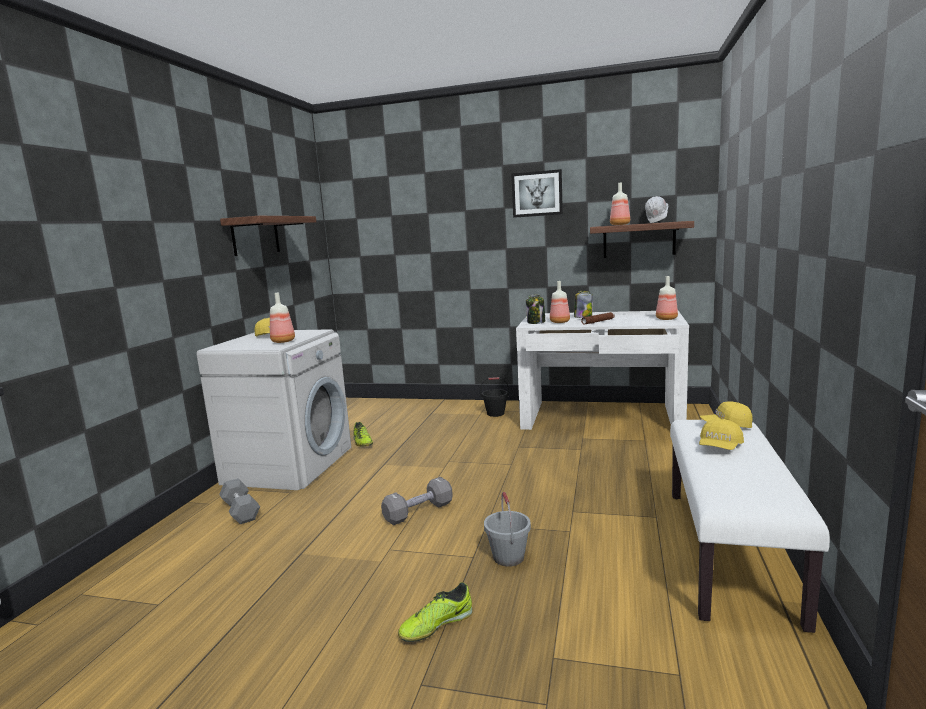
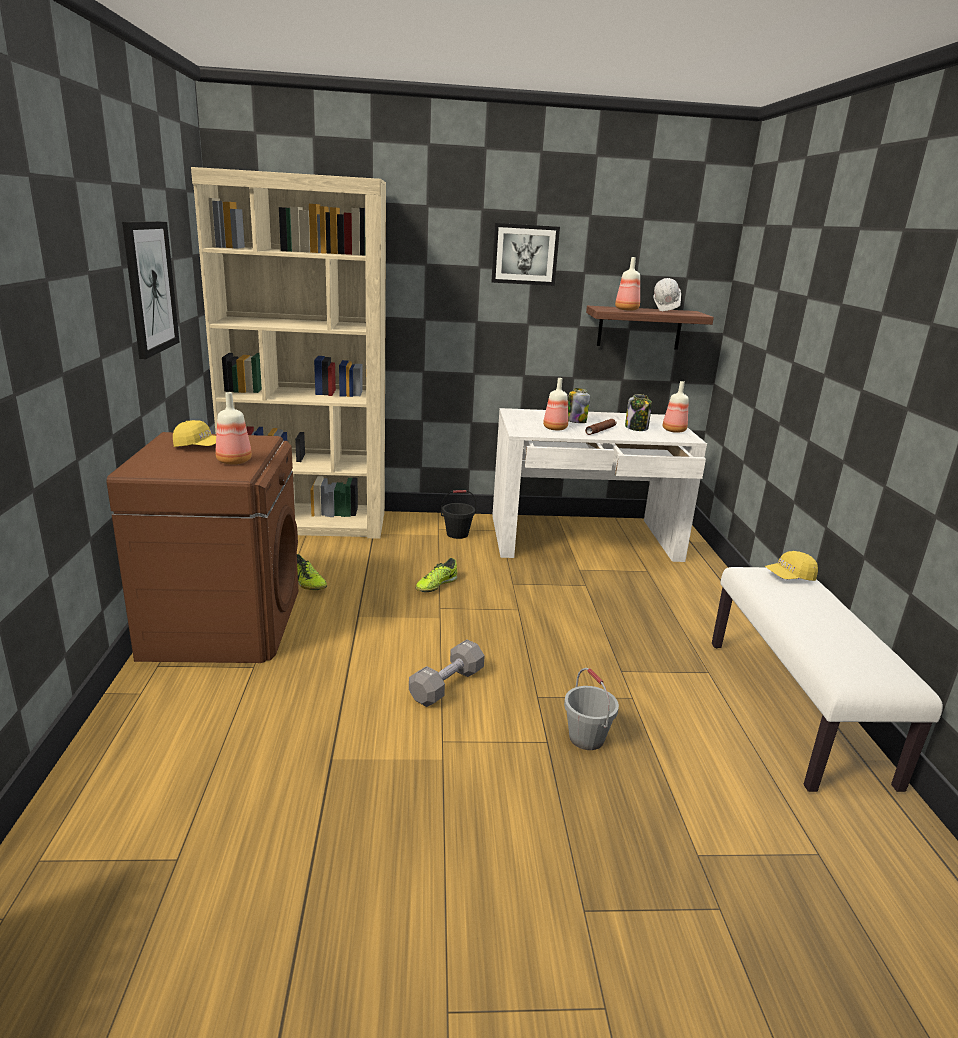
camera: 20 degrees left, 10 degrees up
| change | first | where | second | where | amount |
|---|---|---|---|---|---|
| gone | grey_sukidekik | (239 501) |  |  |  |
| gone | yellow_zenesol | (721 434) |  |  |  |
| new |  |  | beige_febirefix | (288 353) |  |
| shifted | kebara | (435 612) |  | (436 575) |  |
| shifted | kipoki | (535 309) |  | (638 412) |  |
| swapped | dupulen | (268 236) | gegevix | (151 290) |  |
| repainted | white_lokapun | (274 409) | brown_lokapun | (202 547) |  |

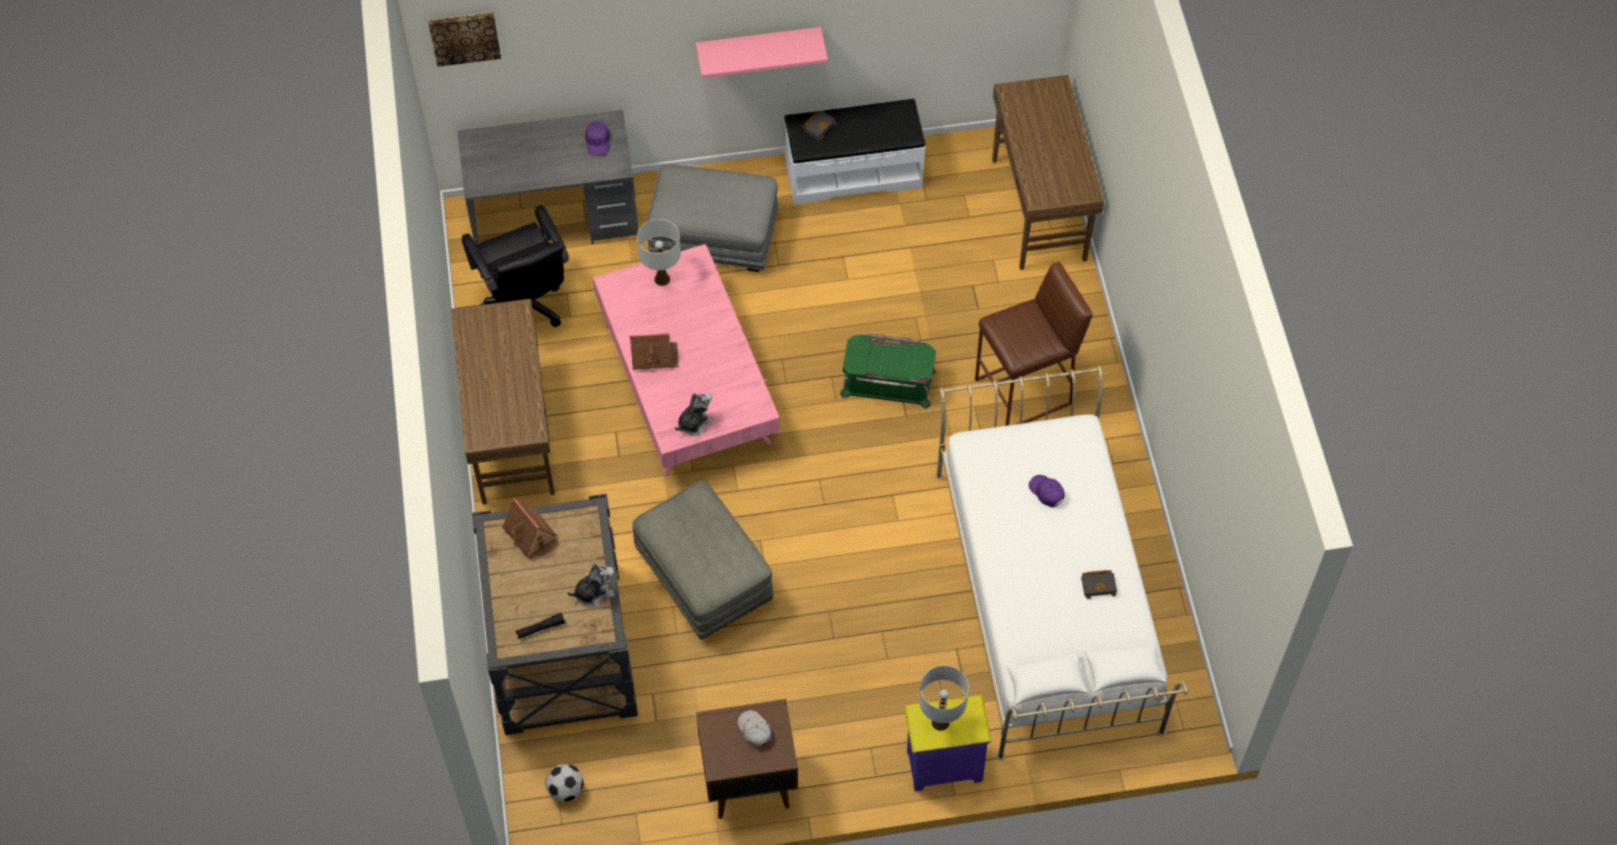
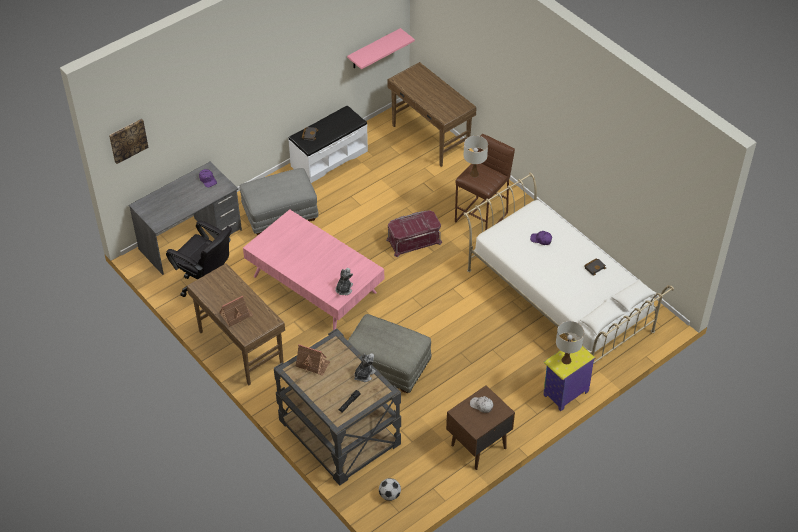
camera: 30 degrees left, 10 degrees down
| change | first | where | second | where | amount |
|---|---|---|---|---|---|
| shifted | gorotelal | (654 352) |  | (236 311) |  |
| shifted | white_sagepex | (659 252) |  | (475 156) |  |
| shifted | pink_dupulen | (762 52) |  | (381 48) |  |
| repainted | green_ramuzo | (888 371) | red_ramuzo | (414 233) |  |

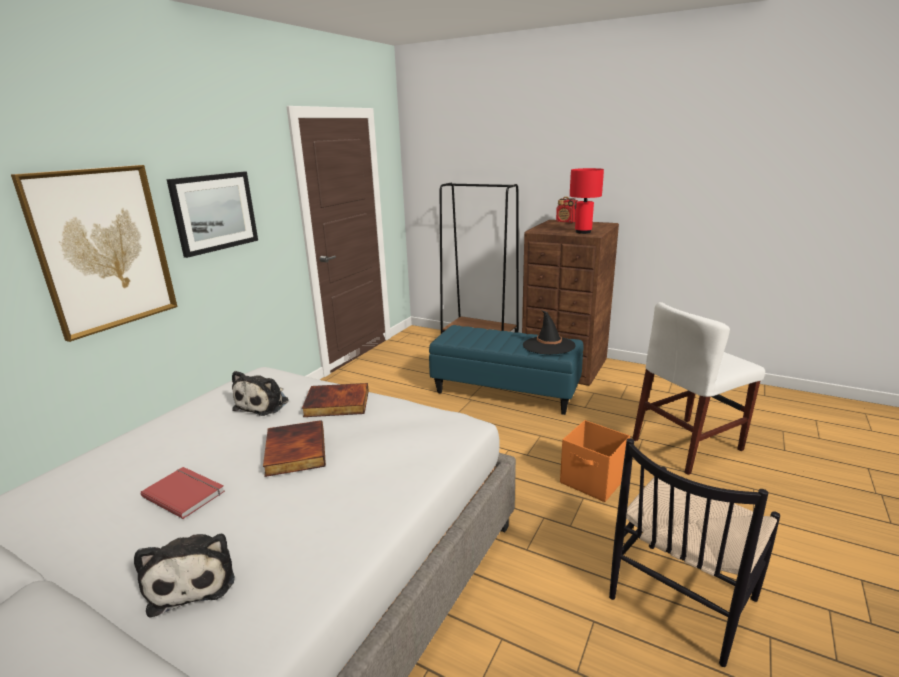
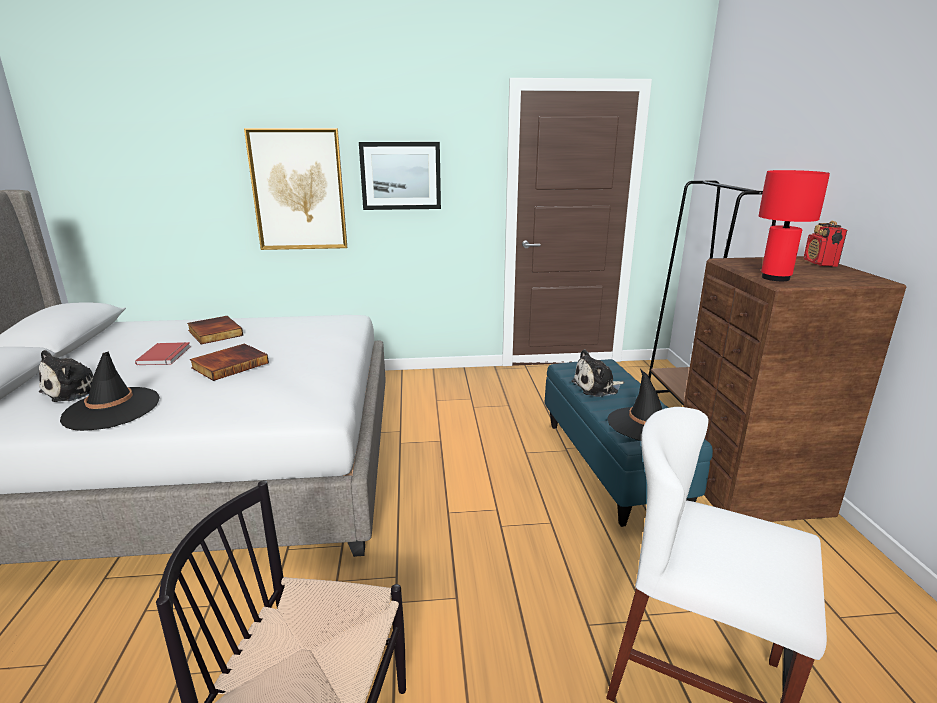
camera: 55 degrees right, 0 degrees up
| change | first | where | second | where | amount |
|---|---|---|---|---|---|
| gone | orange_ramuzo | (595 461) |  |  |  |
| new |  |  | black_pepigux | (110 391) |  |
| shifted | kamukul | (260 393) |  | (598 373) |  |
| shifted | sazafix | (335 400) |  | (215 330) |  |

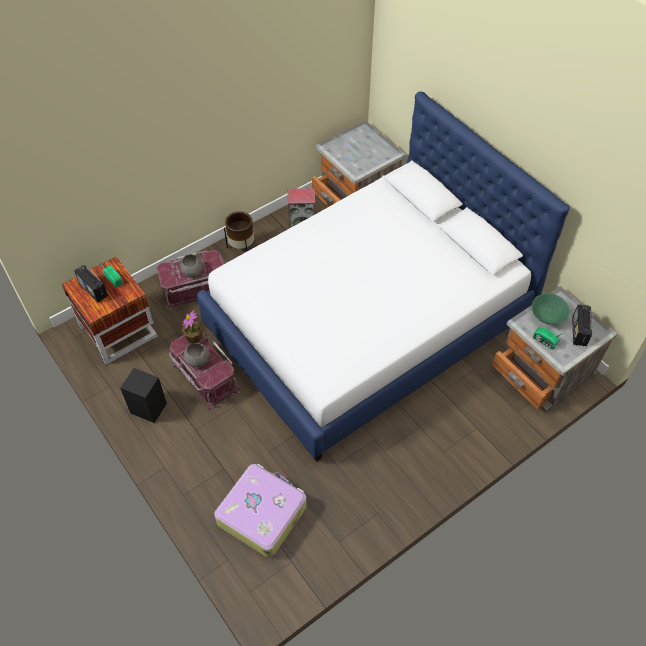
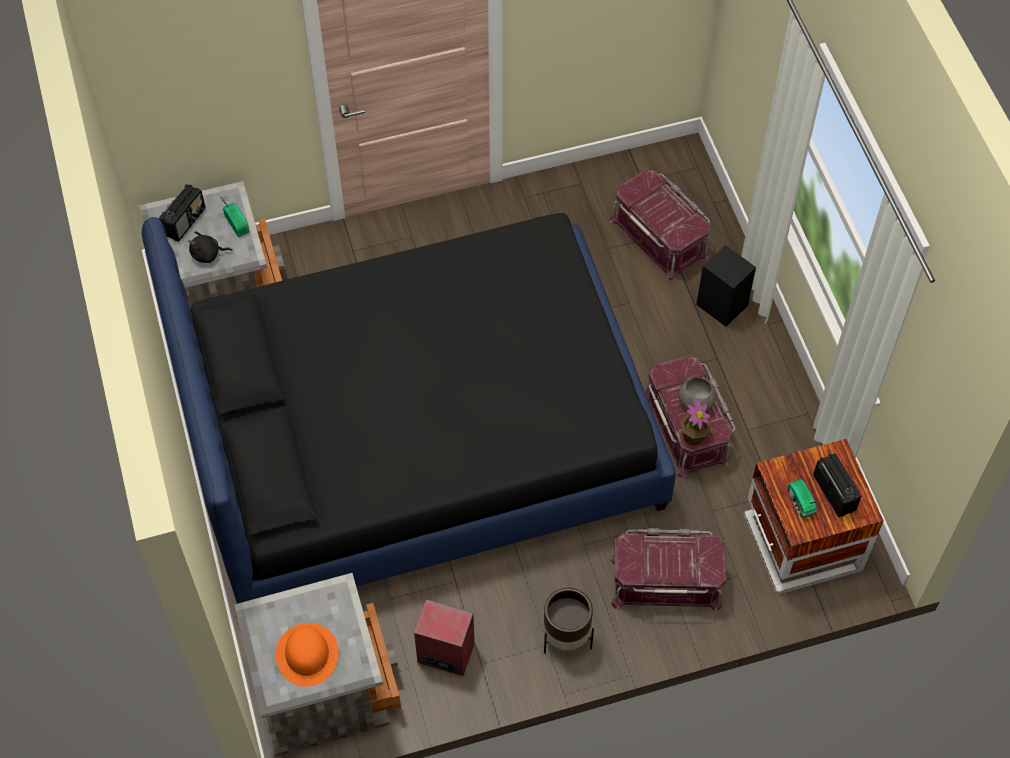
camera: 160 degrees left, 5 degrees up
| change | first | where | second | where | amount |
|---|---|---|---|---|---|
| gone | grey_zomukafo | (191 265) |  |  |  |
| new |  |  | orange_pepigux | (307 655) |  |
| shifted | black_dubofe | (143 395) |  | (726 286) |  |
| swapped | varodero | (260 510) | red_ramuzo | (660 226) |  |
| swapped | green_zomukafo | (551 308) | black_kamukul | (210 247) |  |
| repainted | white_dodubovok | (383 277) | black_dodubovok | (409 408) |  |

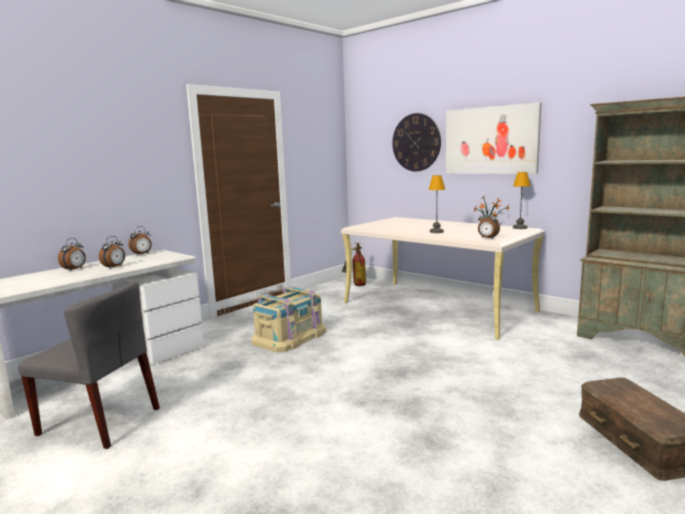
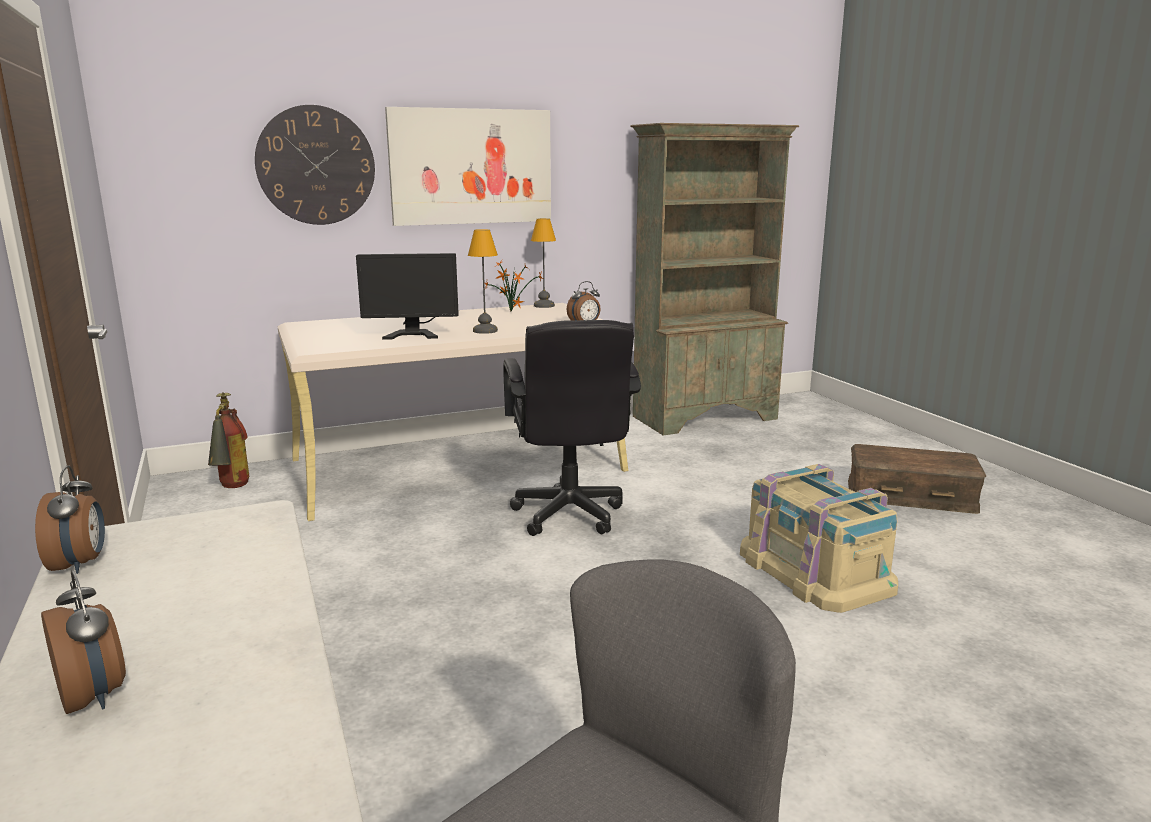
camera: 65 degrees left, 5 degrees up
| change | first | where | second | where | amount |
|---|---|---|---|---|---|
| gone | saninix | (112 252) |  |  |  |
| new |  |  | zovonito | (407 296) |  |
| new |  |  | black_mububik | (572 428) |  |
| shifted | beige_ramuzo | (288 319) |  | (819 538) |  |

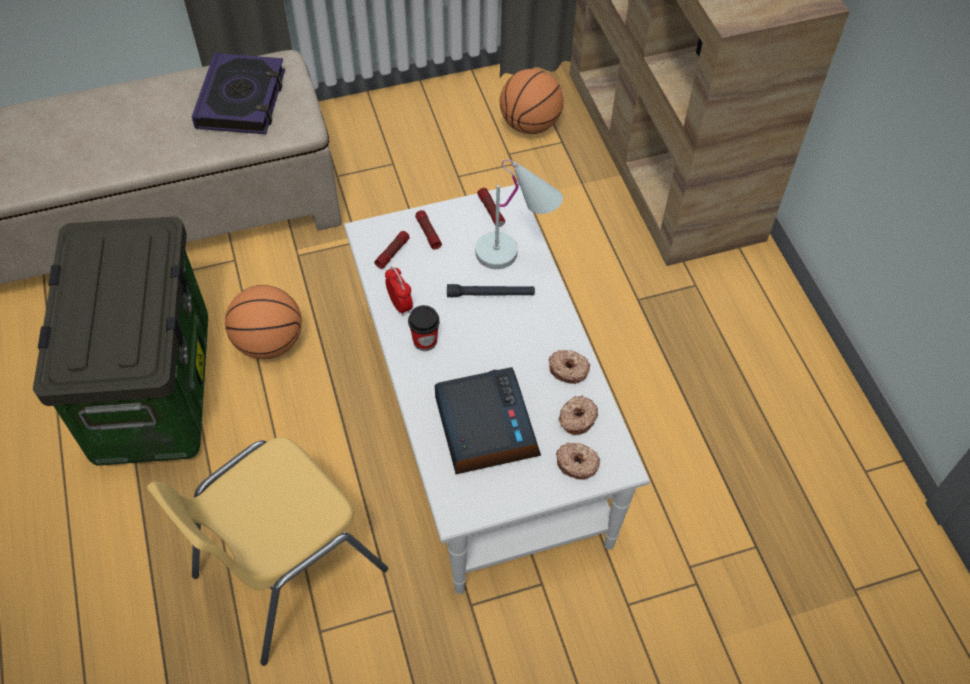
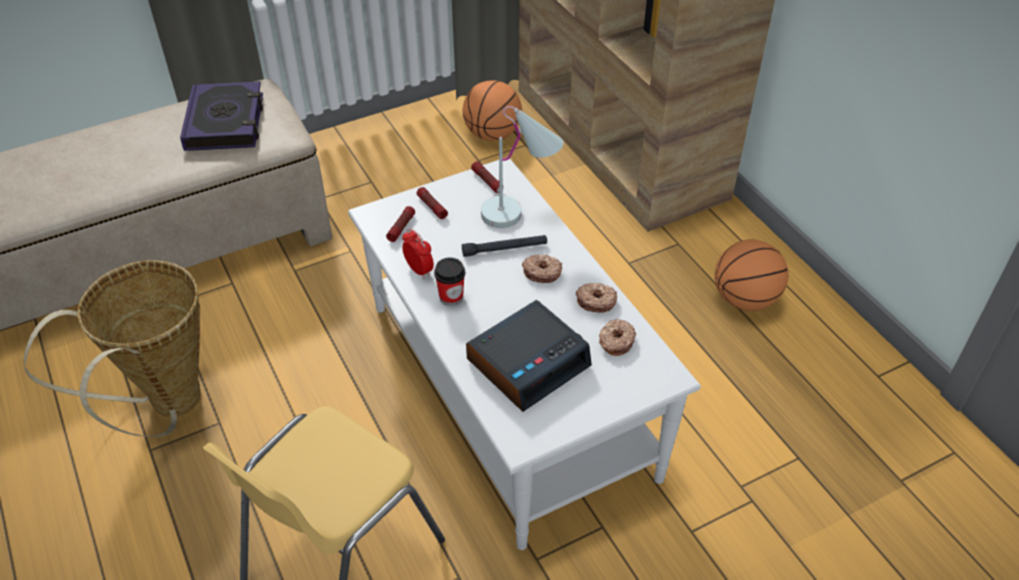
camera: 10 degrees left, 10 degrees down
| change | first | where | second | where | amount |
|---|---|---|---|---|---|
| shifted | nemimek | (263 322) |  | (751 275) |  |
| shifted | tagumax | (578 461) |  | (542 269) |  |
| swapped | ramuzo | (120 341) | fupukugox | (112 348) |  |
| rotated | saninix | (488 420) |  | (529 356) | 75 degrees clockwise |

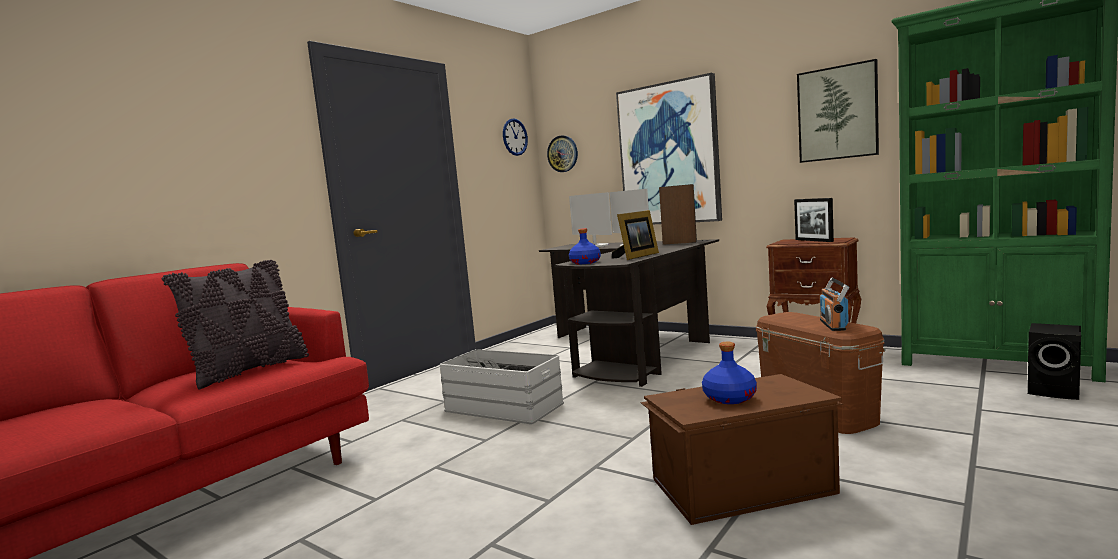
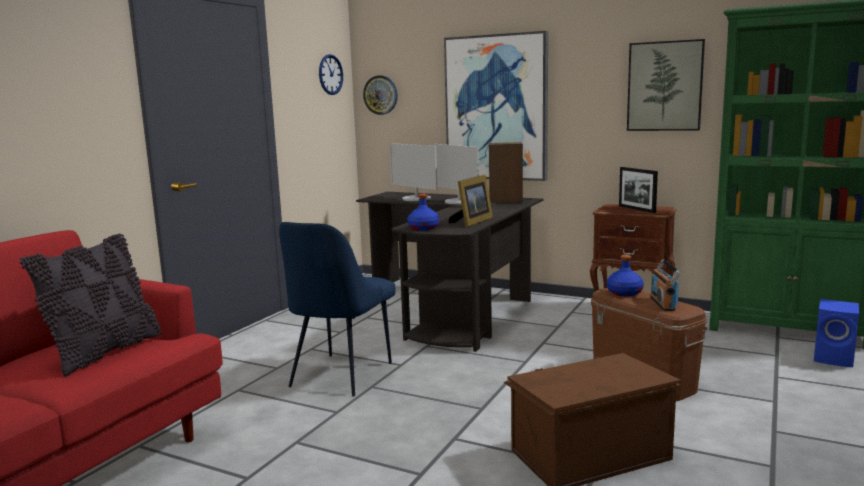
camera: 10 degrees left, 5 degrees up
| change | first | where | second | where | amount |
|---|---|---|---|---|---|
| shifted | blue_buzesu | (729 373) |  | (625 275) |  |
| swapped | grey_ramuzo | (502 386) | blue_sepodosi | (337 309) |  |
| repainted | black_dubofe | (1054 361) | blue_dubofe | (836 333) |  |

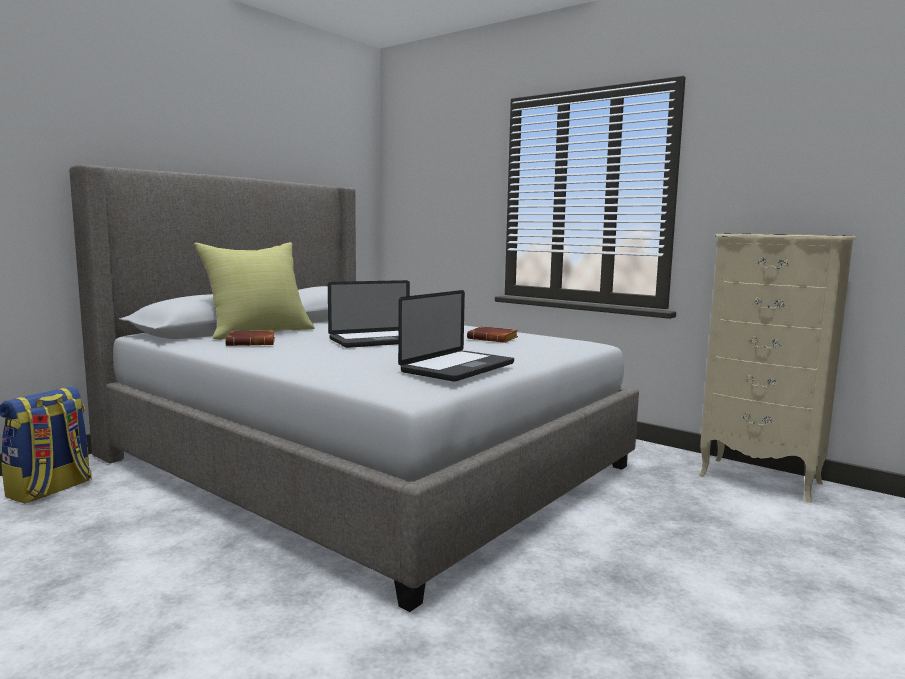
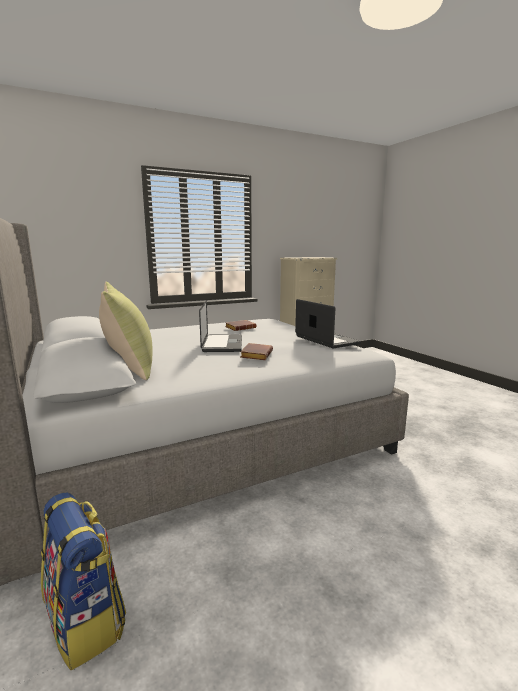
camera: 65 degrees left, 5 degrees up
| change | first | where | second | where | amount |
|---|---|---|---|---|---|
| shifted | brown_sazafix | (250 338) |  | (256 351) |  |

